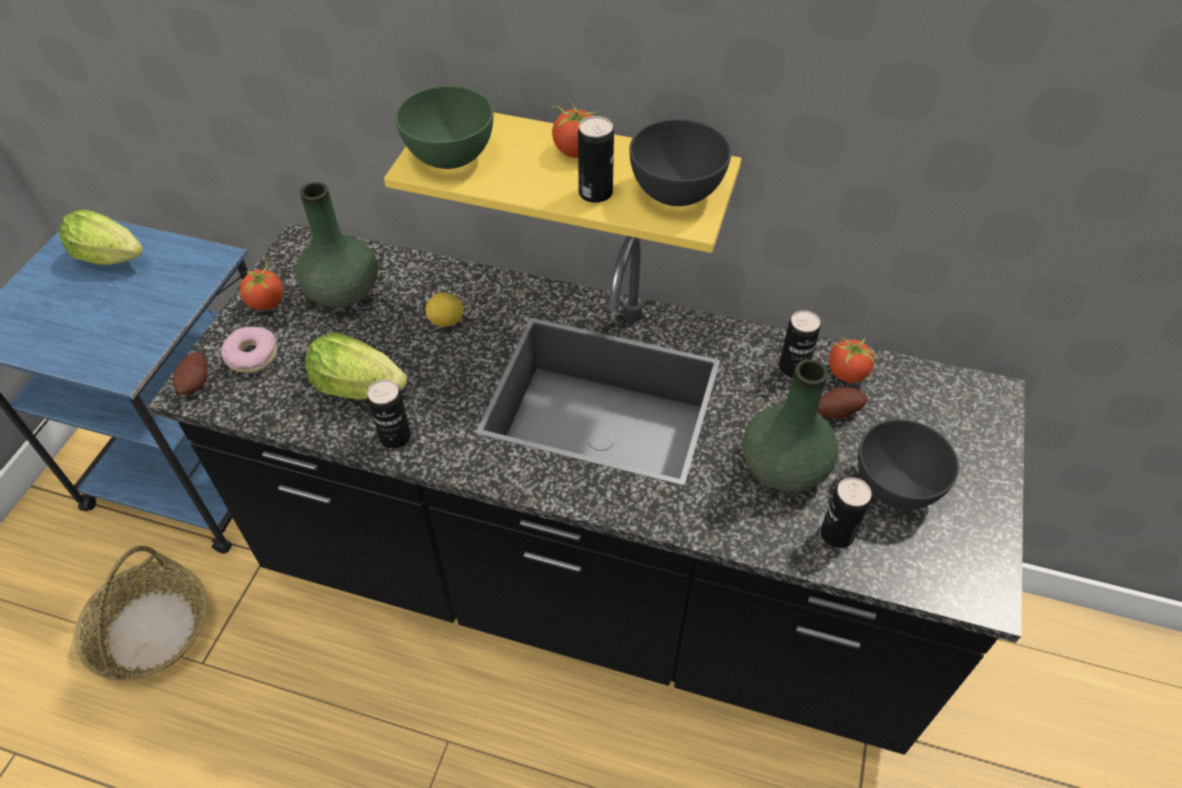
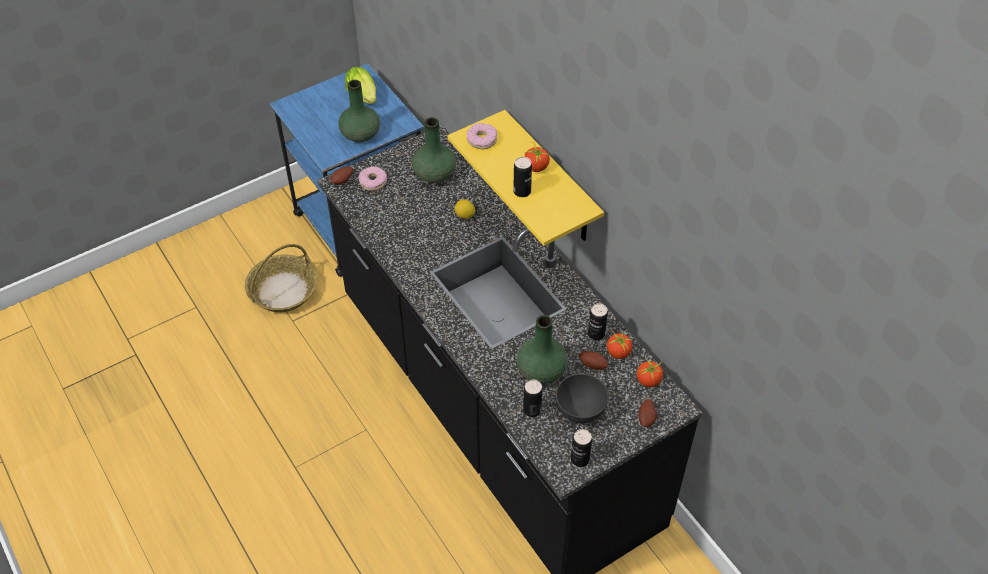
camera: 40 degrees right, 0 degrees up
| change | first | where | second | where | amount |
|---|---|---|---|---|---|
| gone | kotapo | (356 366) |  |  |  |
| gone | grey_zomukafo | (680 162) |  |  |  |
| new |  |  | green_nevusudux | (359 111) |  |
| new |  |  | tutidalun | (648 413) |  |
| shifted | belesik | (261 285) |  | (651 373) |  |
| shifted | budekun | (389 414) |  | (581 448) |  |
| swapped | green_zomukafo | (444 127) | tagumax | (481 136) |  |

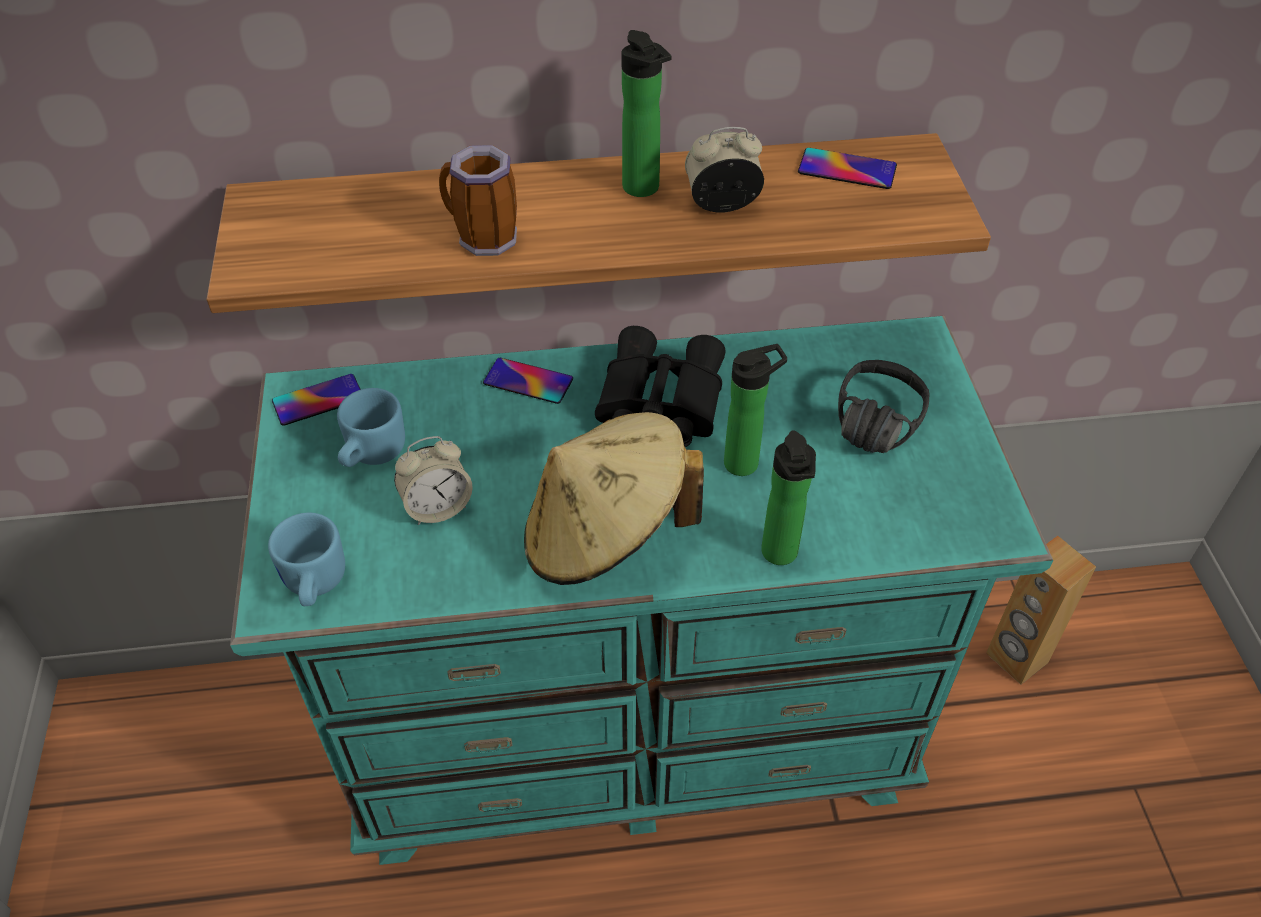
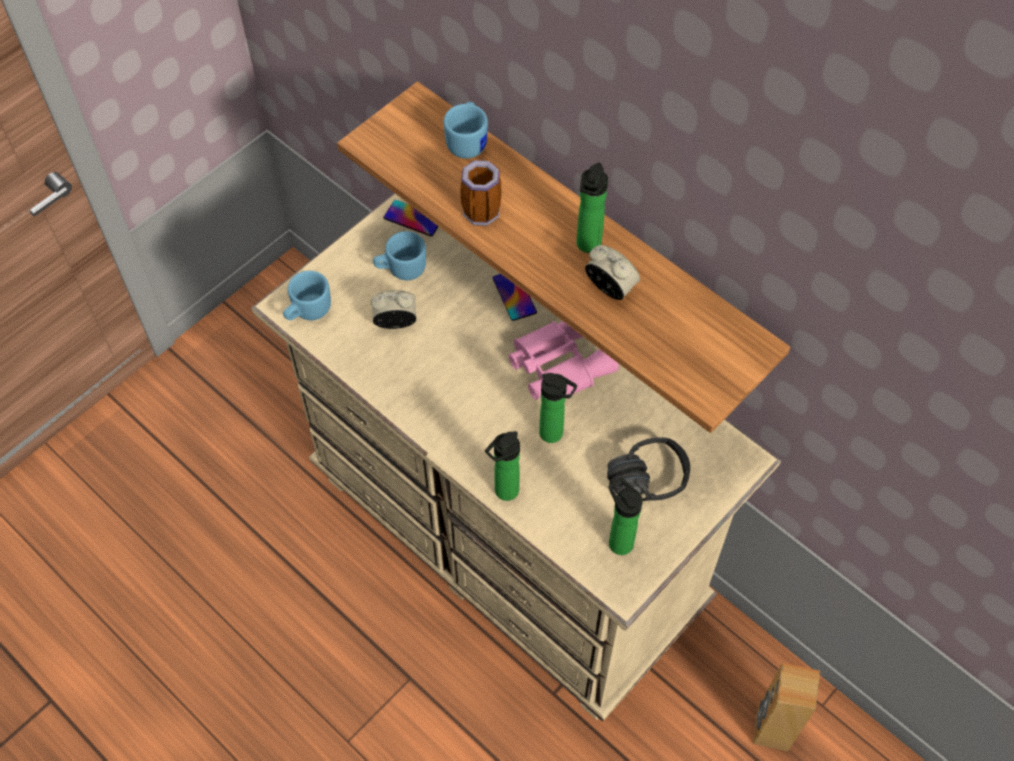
camera: 50 degrees right, 10 degrees up
| change | first | where | second | where | amount |
|---|---|---|---|---|---|
| gone | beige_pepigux | (614 498) |  |  |  |
| gone | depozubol | (847 168) |  |  |  |
| new |  |  | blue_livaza | (466 130) |  |
| new |  |  | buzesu | (625 516) |  |
| repainted | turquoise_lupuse | (641 590) | beige_lupuse | (516 457) |  |
| repainted | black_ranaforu | (660 386) | pink_ranaforu | (563 360) |  |
| rotated | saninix | (433 480) |  | (394 309) | 150 degrees clockwise |

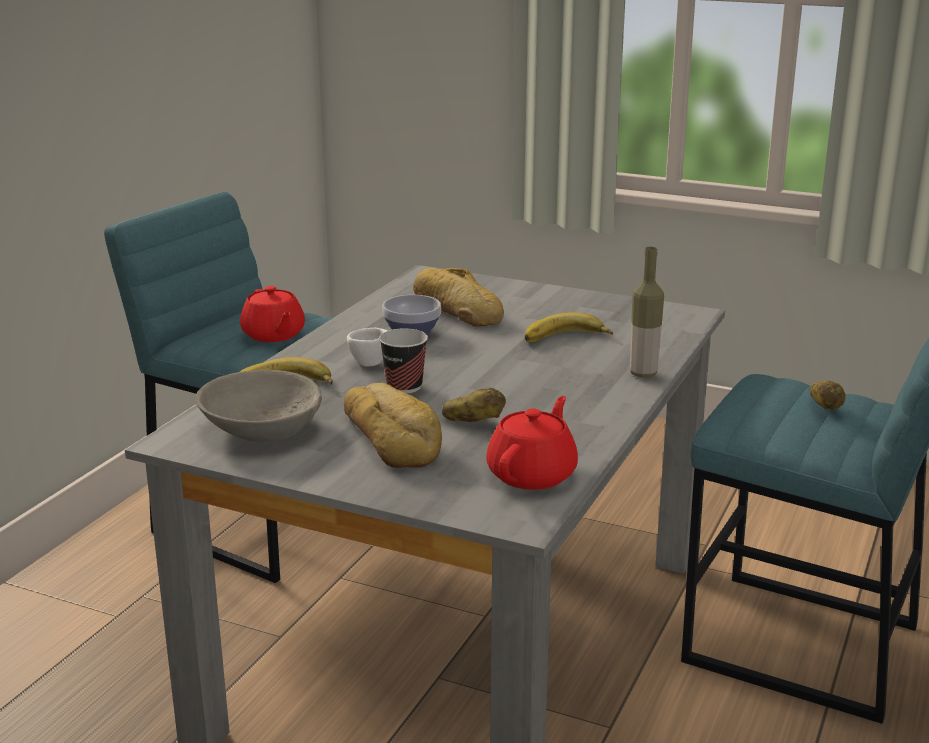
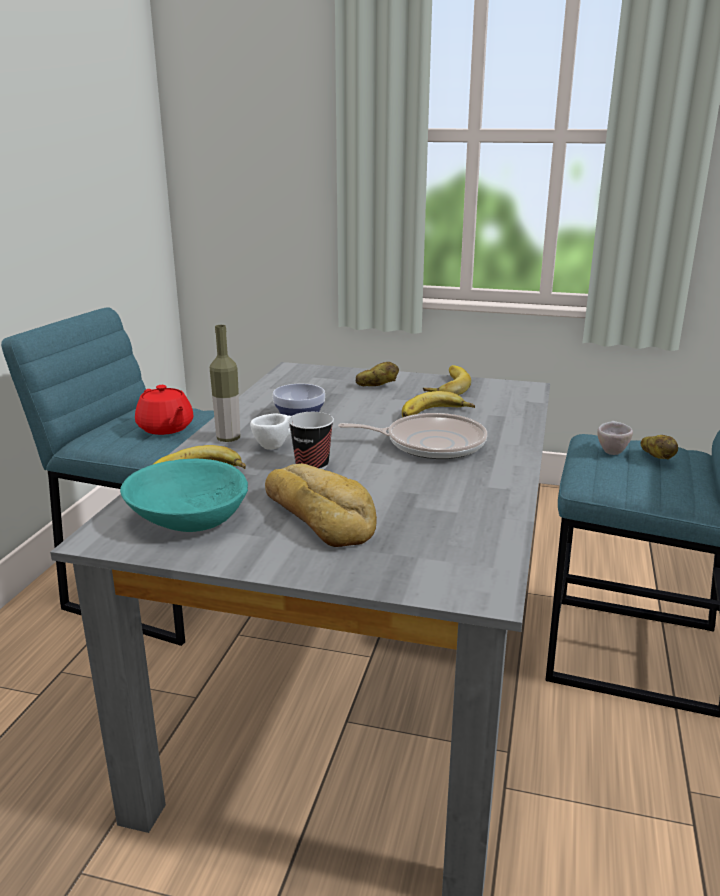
camera: 10 degrees left, 0 degrees up
| change | first | where | second | where | amount |
|---|---|---|---|---|---|
| gone | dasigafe | (458 297) |  |  |  |
| gone | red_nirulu | (532 443) |  |  |  |
| new |  |  | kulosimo | (412 436) |  |
| new |  |  | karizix | (447 380) |  |
| new |  |  | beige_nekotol | (615 438) |  |
| shifted | tutidalun | (474 405) |  | (377 374) |  |
| shifted | buzesu | (647 312) |  | (225 383) |  |
| repainted | grey_zomukafo | (259 406) | turquoise_zomukafo | (184 495) |  |

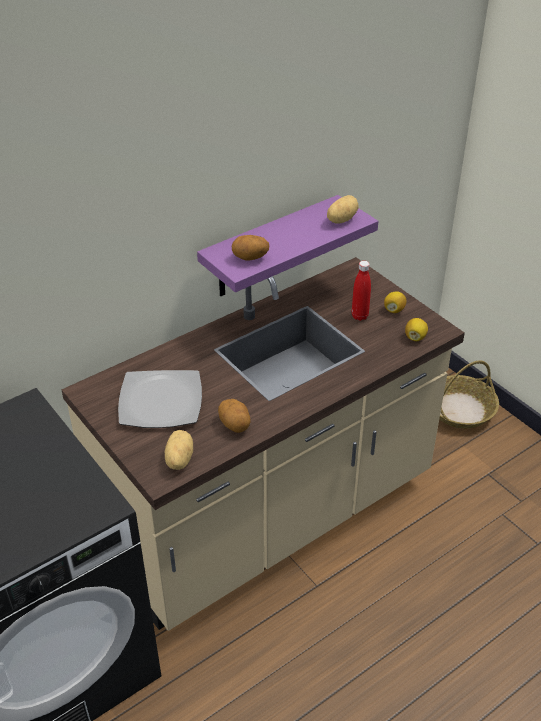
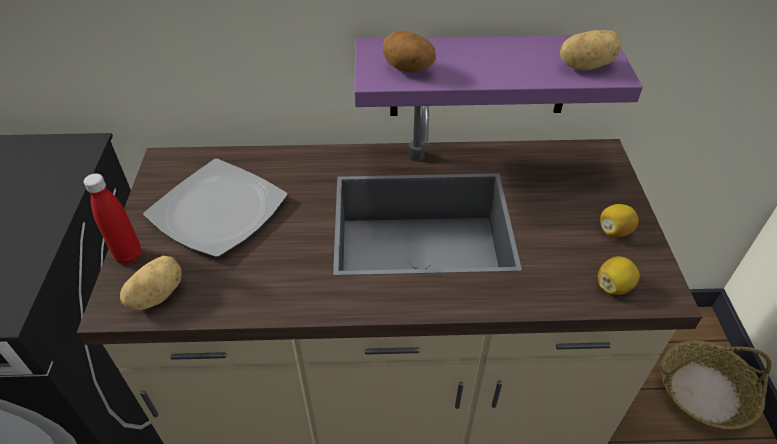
camera: 35 degrees right, 5 degrees up
| change | first | where | second | where | amount |
|---|---|---|---|---|---|
| gone | tutidalun | (234 416) |  |  |  |
| shifted | red_buzesu | (361 291) |  | (112 219) |  |

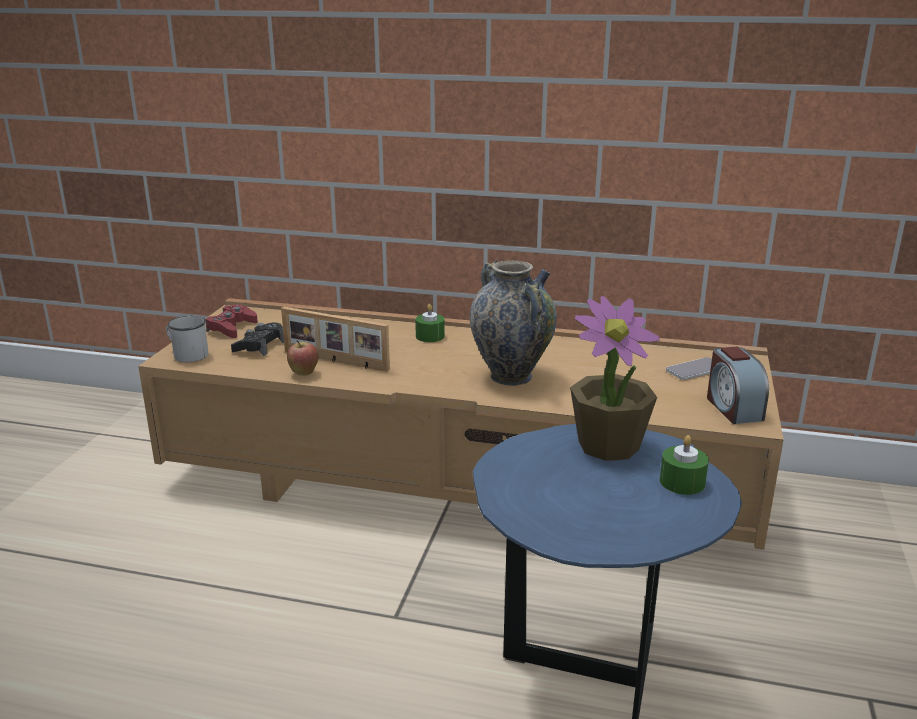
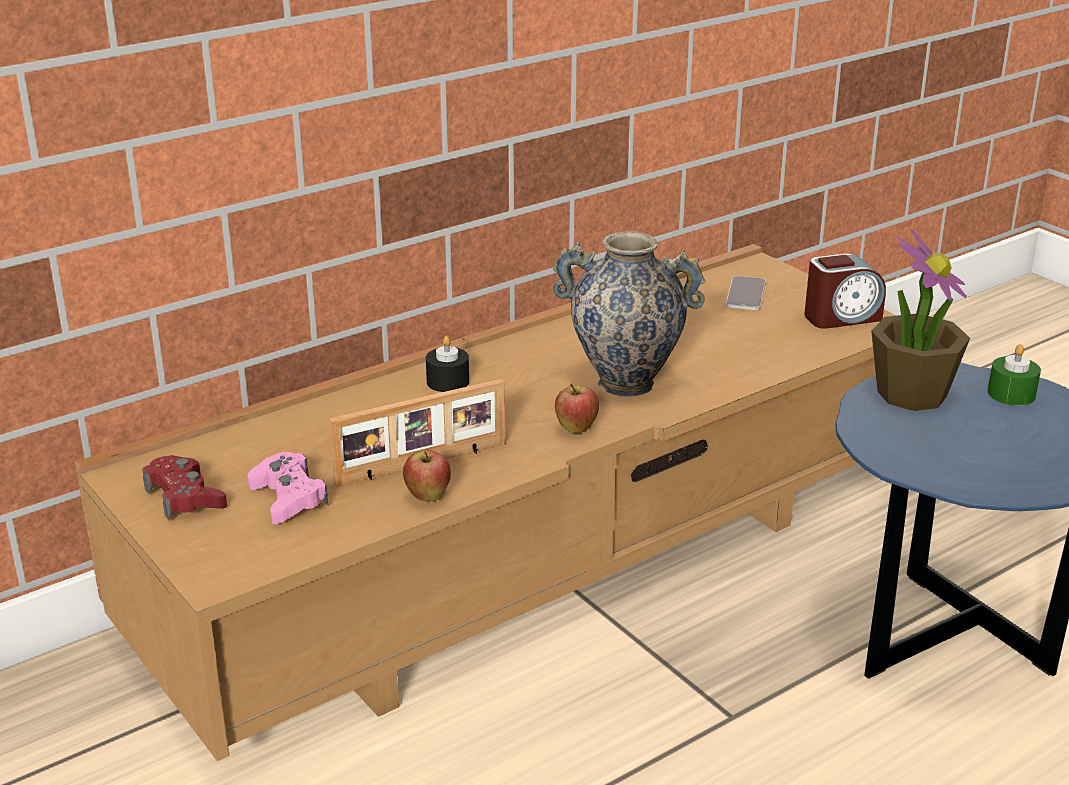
camera: 50 degrees left, 5 degrees up
| change | first | where | second | where | amount |
|---|---|---|---|---|---|
| gone | white_livaza | (187 339) |  |  |  |
| new |  |  | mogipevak | (577 408) |  |
| repainted | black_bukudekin | (257 339) | pink_bukudekin | (288 488) |  |
| repainted | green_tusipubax | (430 323) | black_tusipubax | (447 364) |  |
| rotated | saninix | (738 385) |  | (845 291) | 45 degrees counterclockwise |

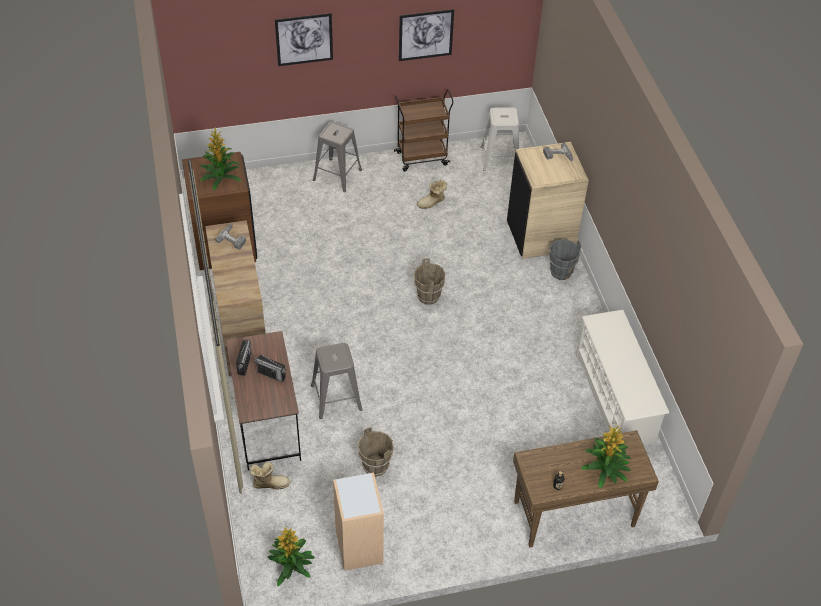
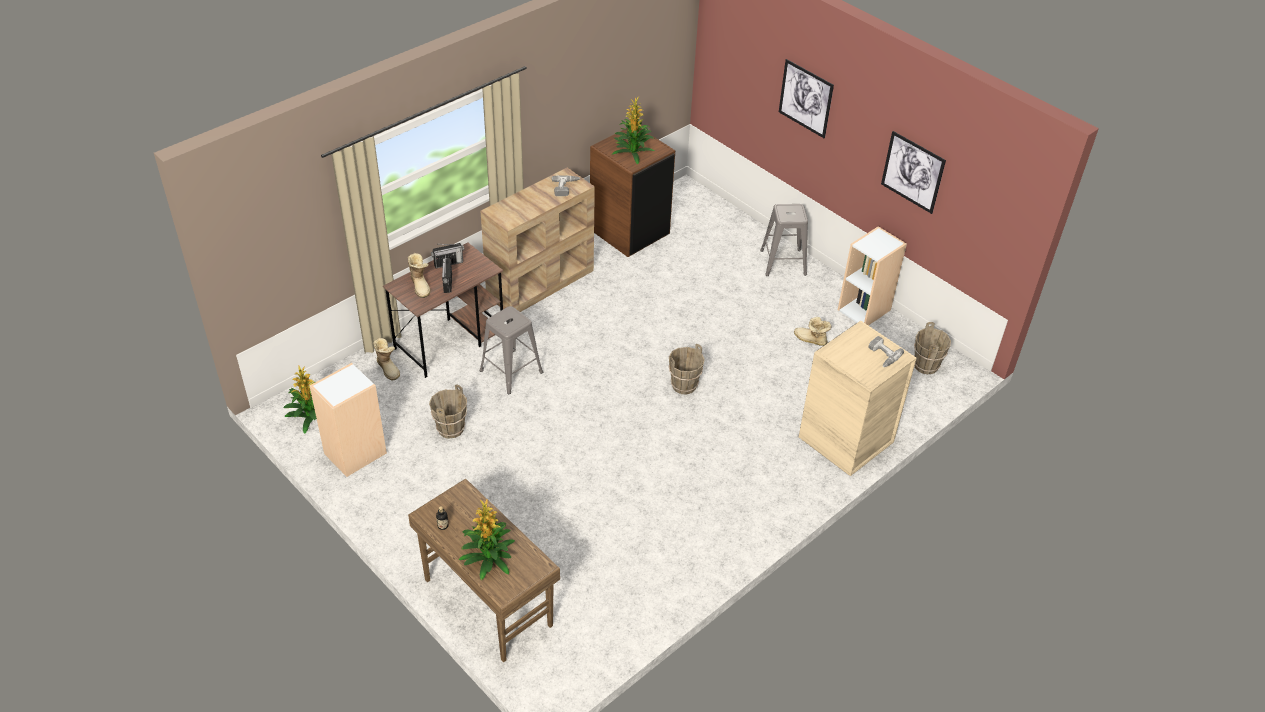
camera: 60 degrees right, 5 degrees down
| change | first | where | second | where | amount |
|---|---|---|---|---|---|
| gone | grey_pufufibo | (565 259) |  |  |  |
| gone | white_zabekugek | (622 377) |  |  |  |
| new |  |  | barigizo | (419 275) |  |
| swapped | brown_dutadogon | (423 130) | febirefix | (872 276) |  |
| swapped | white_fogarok | (500 139) | brown_pufufibo | (932 348) |  |

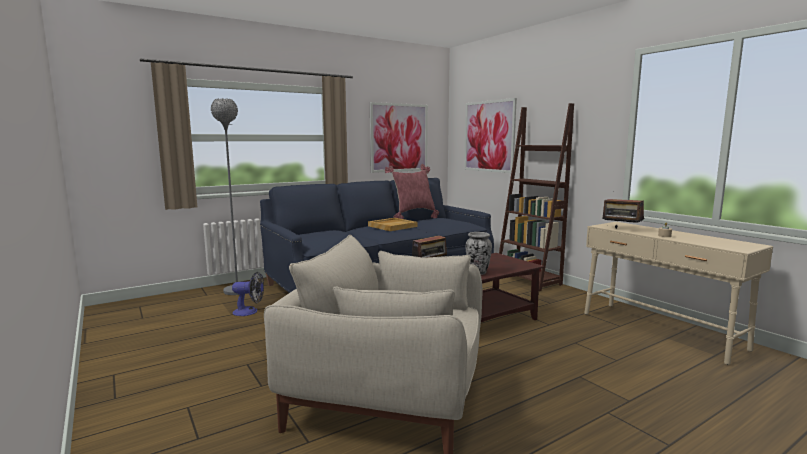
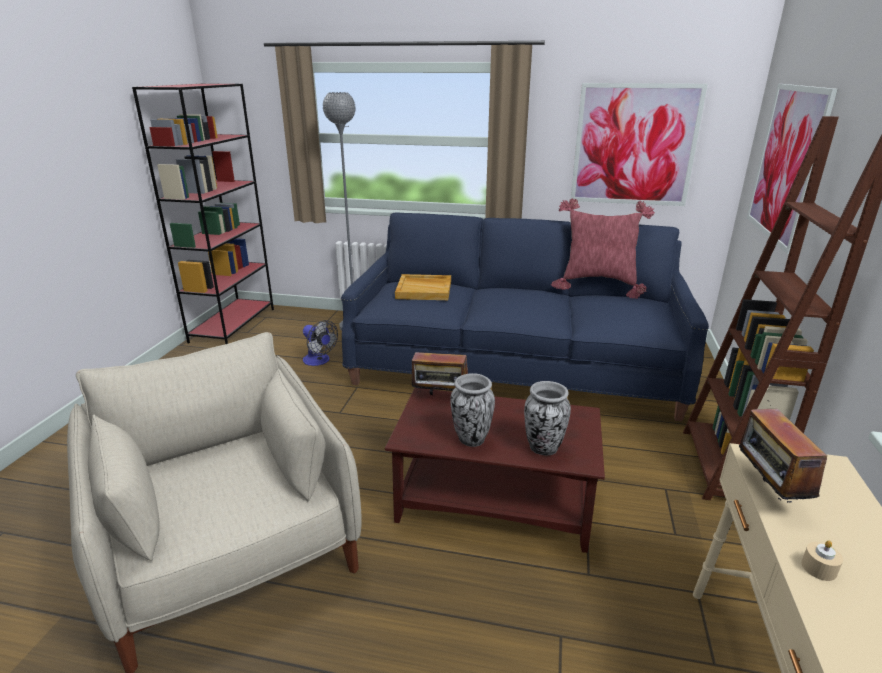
camera: 45 degrees right, 15 degrees up
| change | first | where | second | where | amount |
|---|---|---|---|---|---|
| new |  |  | red_febirefix | (203 214) |  |
| new |  |  | nevusudux | (547 418) |  |
| shifted | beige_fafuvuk | (393 224) |  | (423 287) |  |

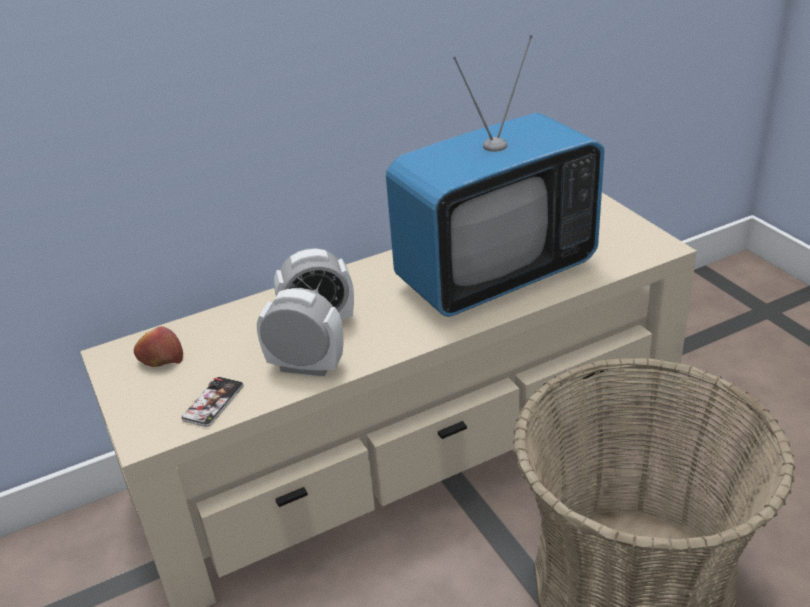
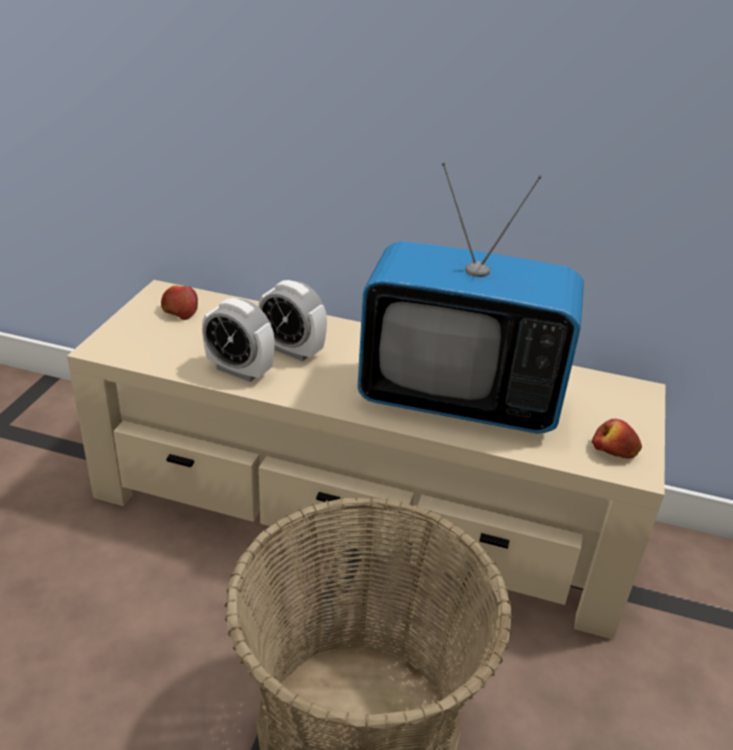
camera: 40 degrees right, 0 degrees up
| change | first | where | second | where | amount |
|---|---|---|---|---|---|
| gone | depozubol | (212 402) |  |  |  |
| new |  |  | mogipevak | (617 439) |  |
| rotated | saninix | (300 332) |  | (238 340) | 150 degrees clockwise |

